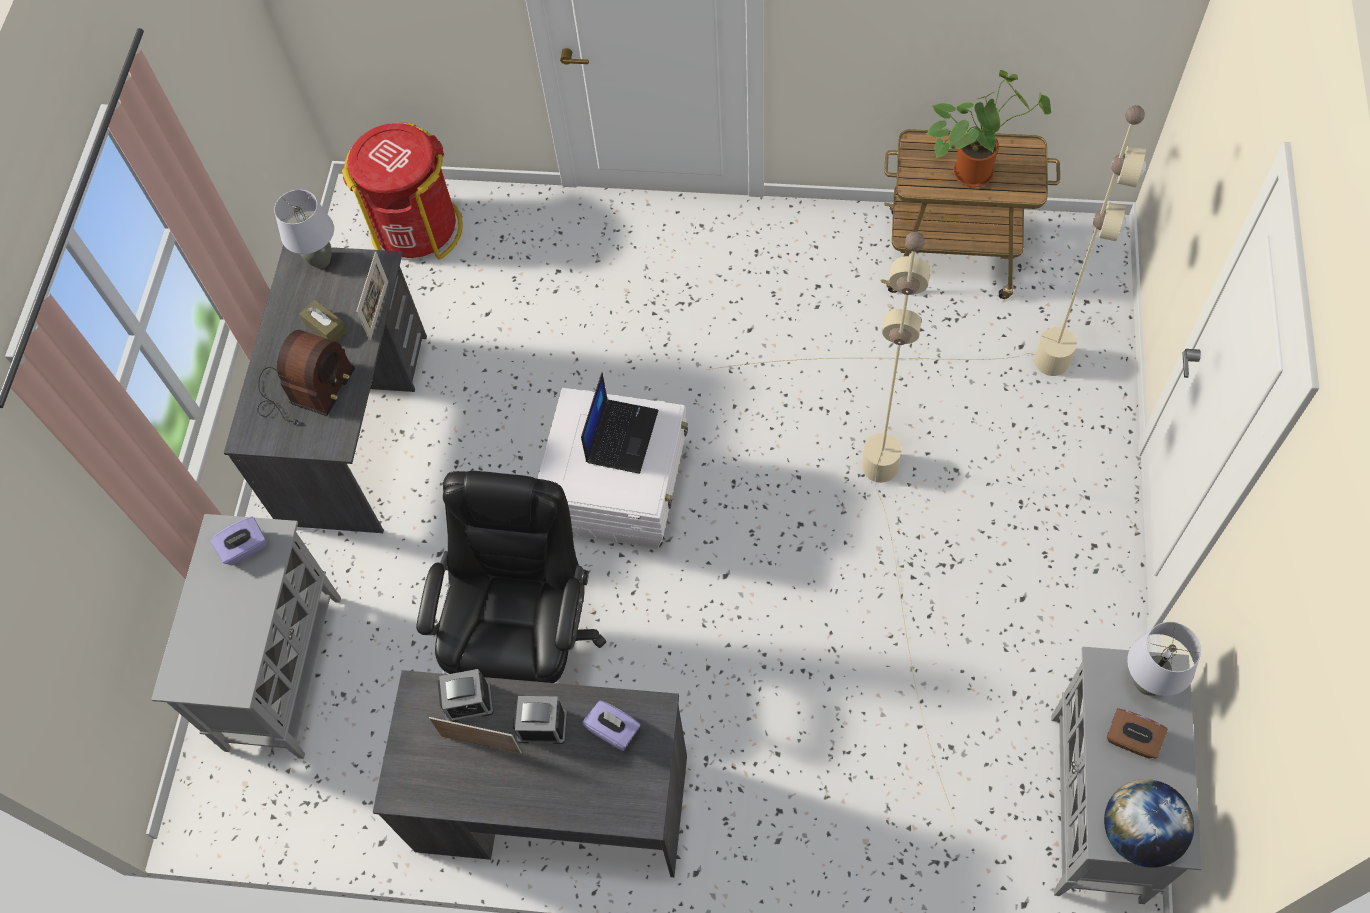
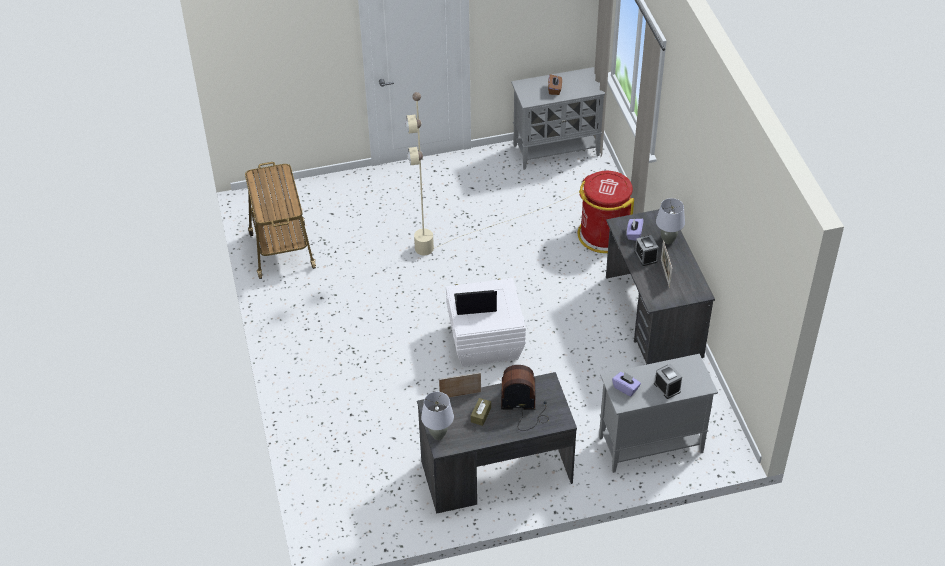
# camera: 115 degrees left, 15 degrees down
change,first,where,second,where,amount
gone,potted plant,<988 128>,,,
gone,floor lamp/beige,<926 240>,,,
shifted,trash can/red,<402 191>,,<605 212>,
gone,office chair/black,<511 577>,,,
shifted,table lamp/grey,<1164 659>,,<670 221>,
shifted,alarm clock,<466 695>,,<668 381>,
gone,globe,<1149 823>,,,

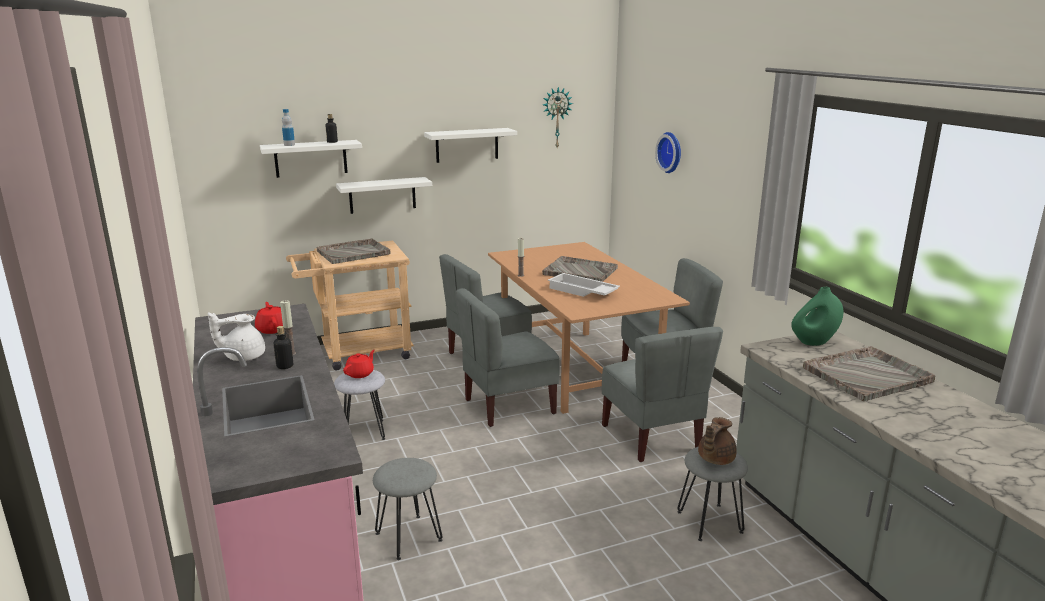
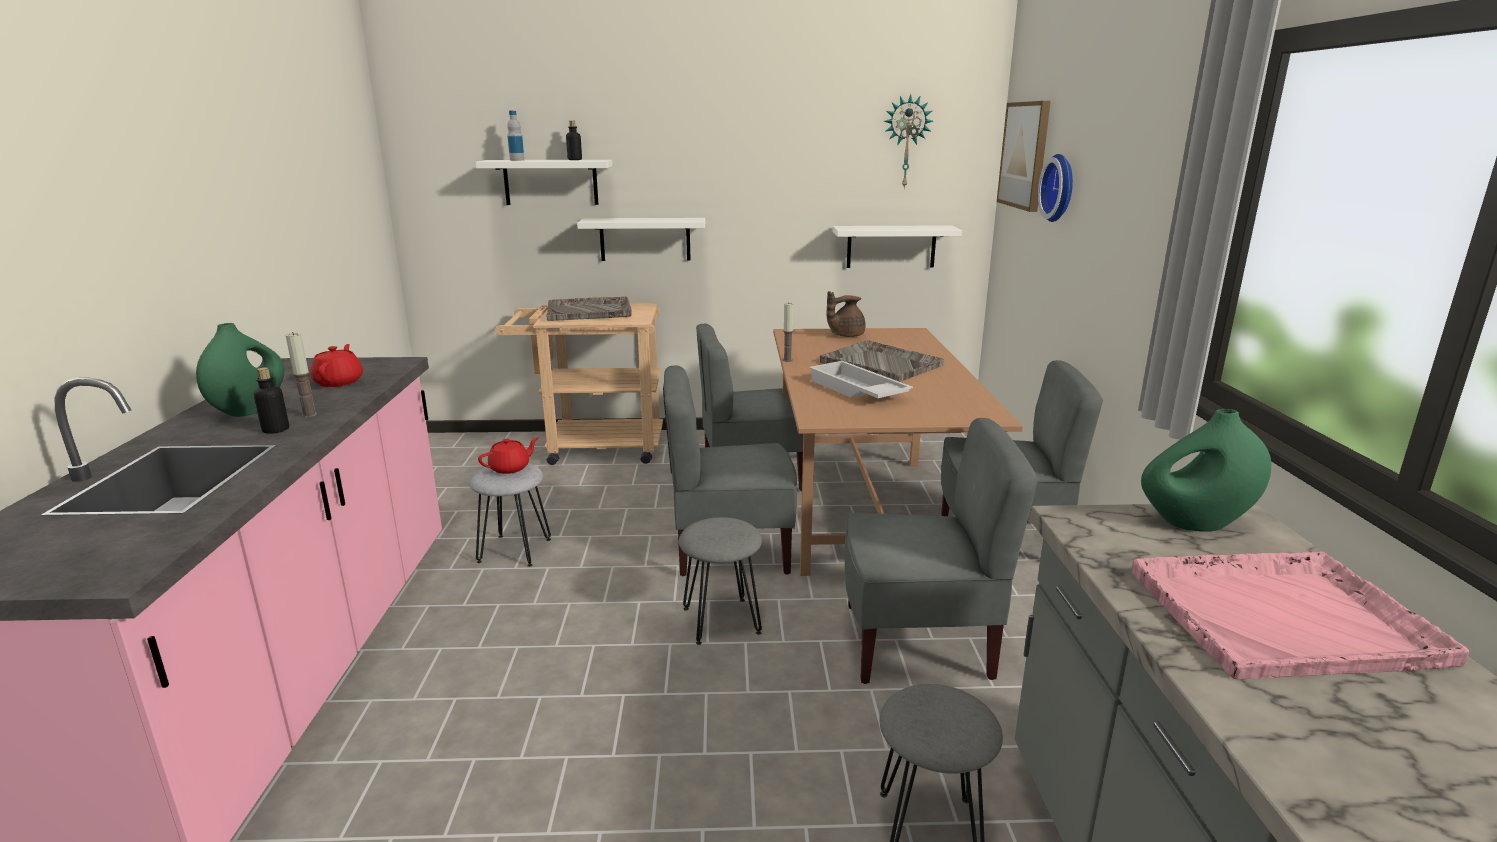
# camera: 20 degrees right, 0 degrees up
change,first,where,second,where,amount
shifted,shelf/white,<470 145>,,<897 246>,
swapped,teapot/white,<236 336>,vase/green,<240 370>,
rotated,chair/grey,<662 394>,,<941 551>,90 degrees counterclockwise
repainted,tray/grey,<869 373>,tray/pink,<1300 615>,
shifted,teapot/brown,<717 441>,,<846 314>,
shifted,stool/grey,<408 509>,,<720 581>,
new,,,picture,<1024 156>,

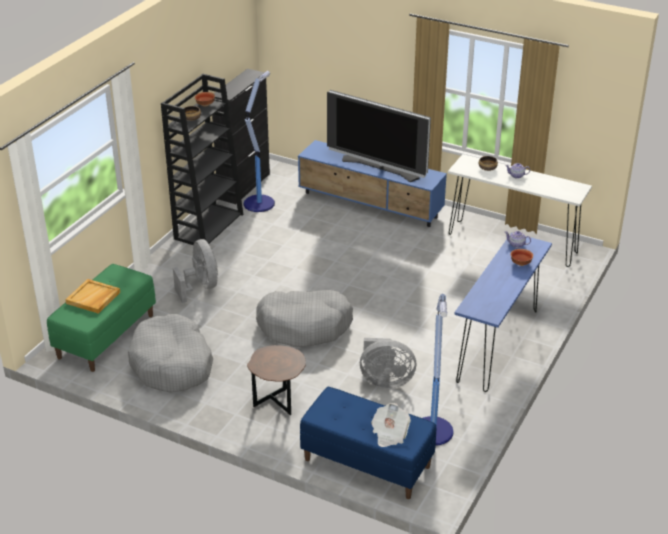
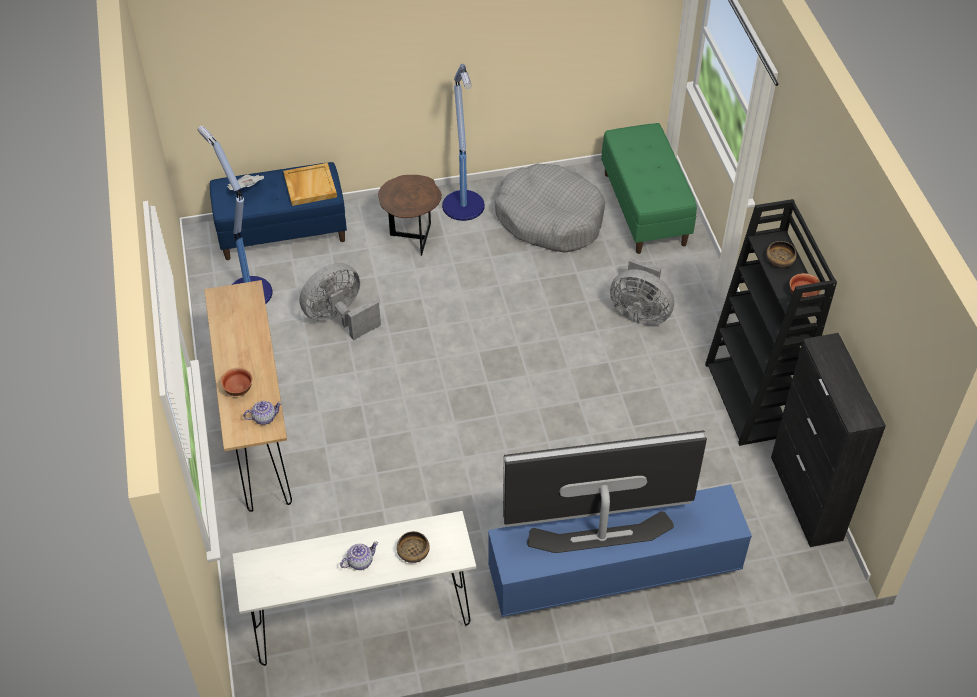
# camera: 140 degrees right, 15 degrees up
change,first,where,second,where,amount
shifted,floor lamp,<259 141>,,<463 142>,
repainted,console table/blue,<503 312>,console table/brown,<248 396>,
shifted,tray/beige,<92 296>,,<310 184>,
gone,dog bed/grey,<304 318>,,,

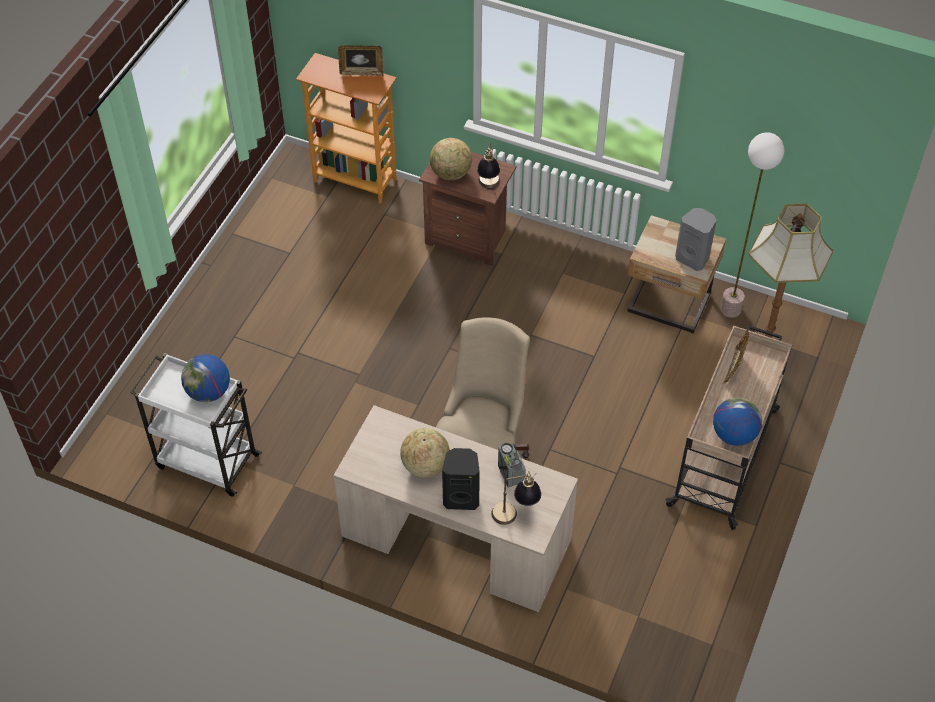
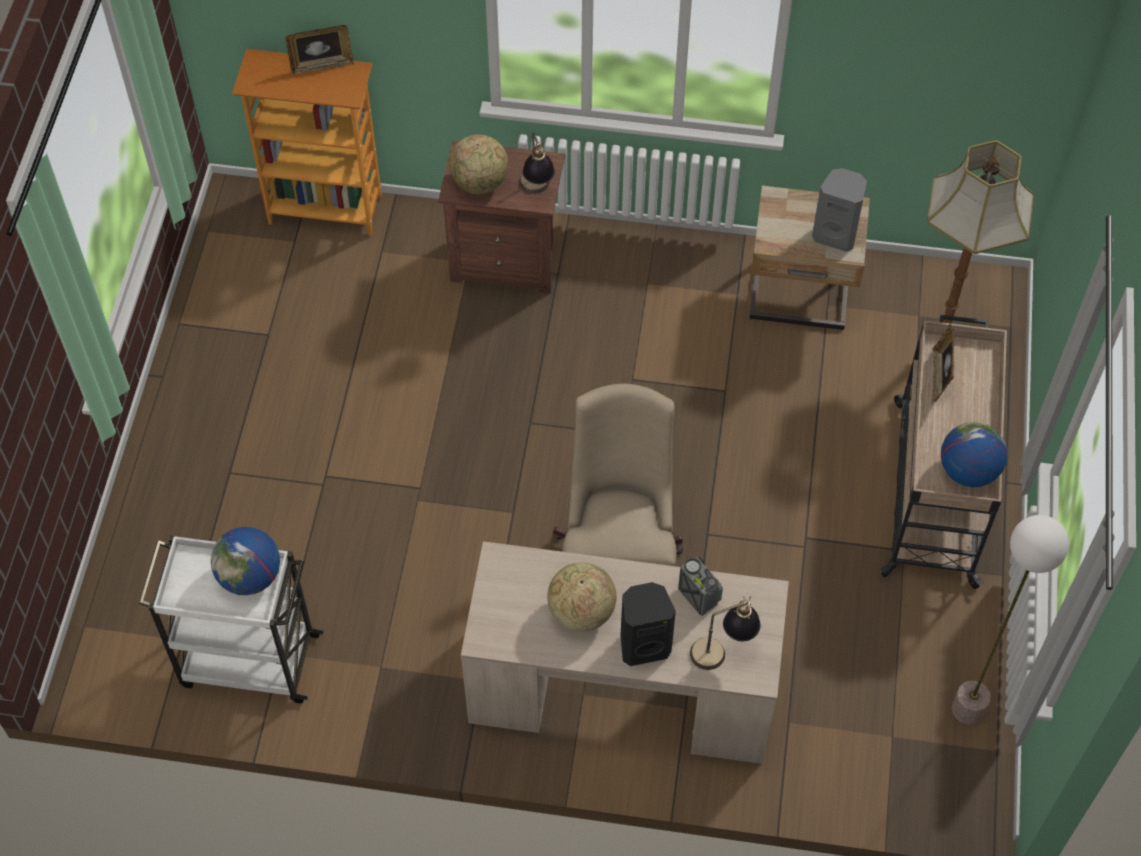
# camera: 15 degrees left, 5 degrees up
change,first,where,second,where,amount
shifted,floor lamp,<752 225>,,<1010 620>,

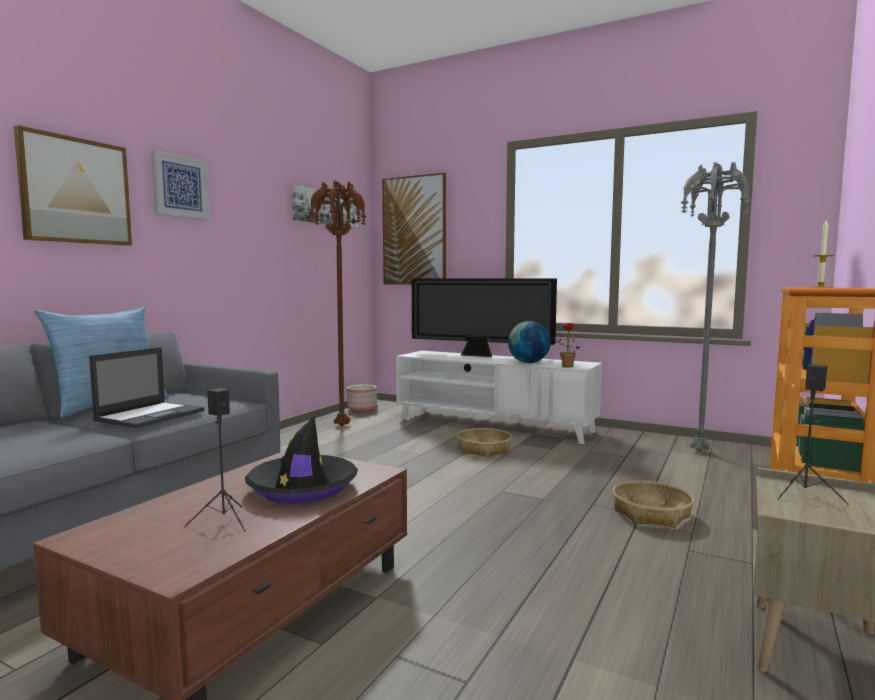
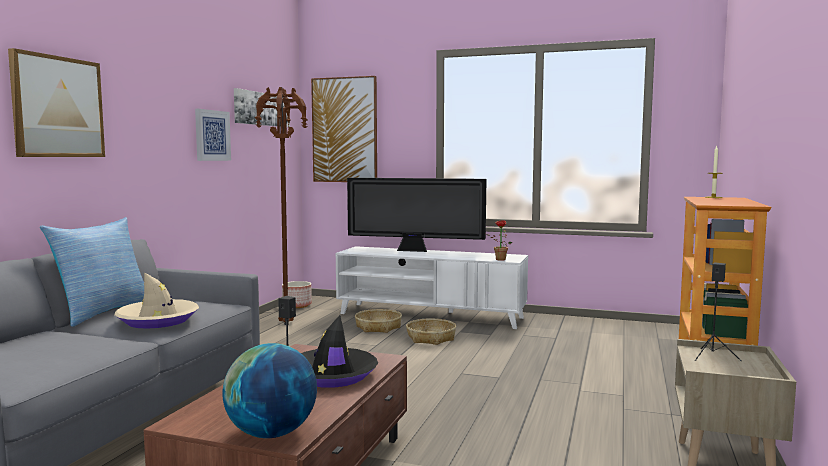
# camera: 10 degrees left, 0 degrees up
change,first,where,second,where,amount
shifted,picture,<180 184>,,<213 135>,
gone,floor lamp/grey,<716 306>,,,
shifted,globe,<529 342>,,<270 390>,
swapped,laptop,<147 387>,hat/beige,<156 300>,
shifted,basket,<653 504>,,<378 321>,

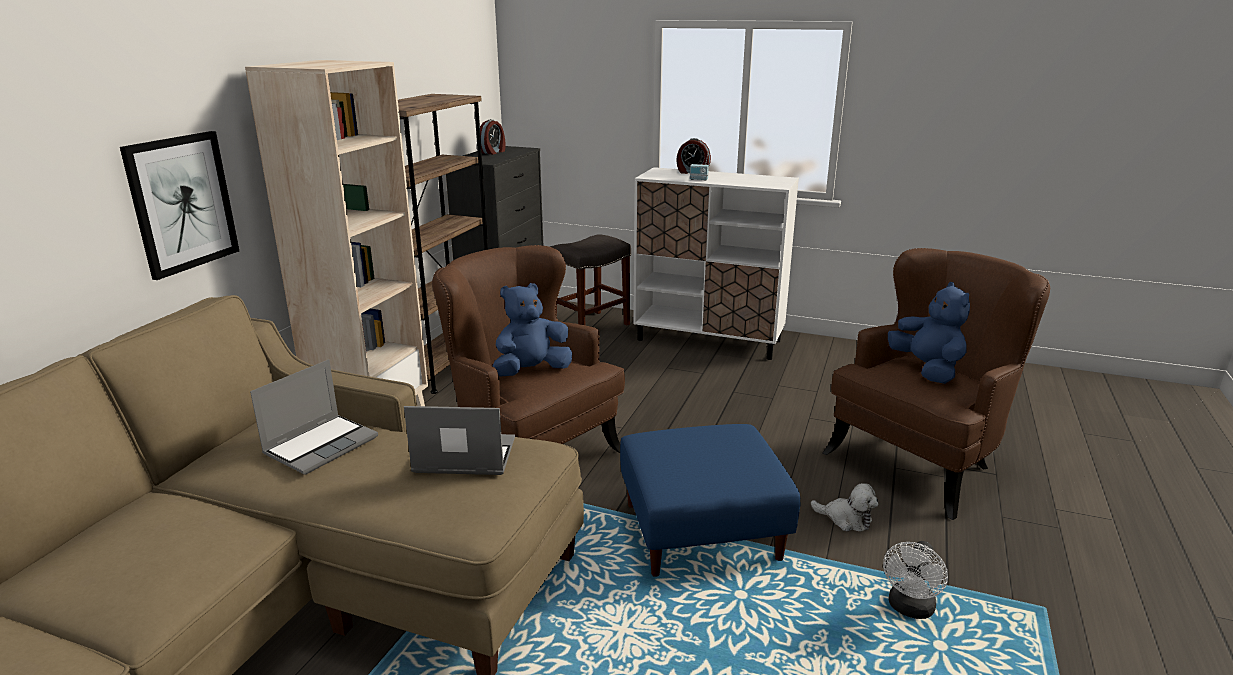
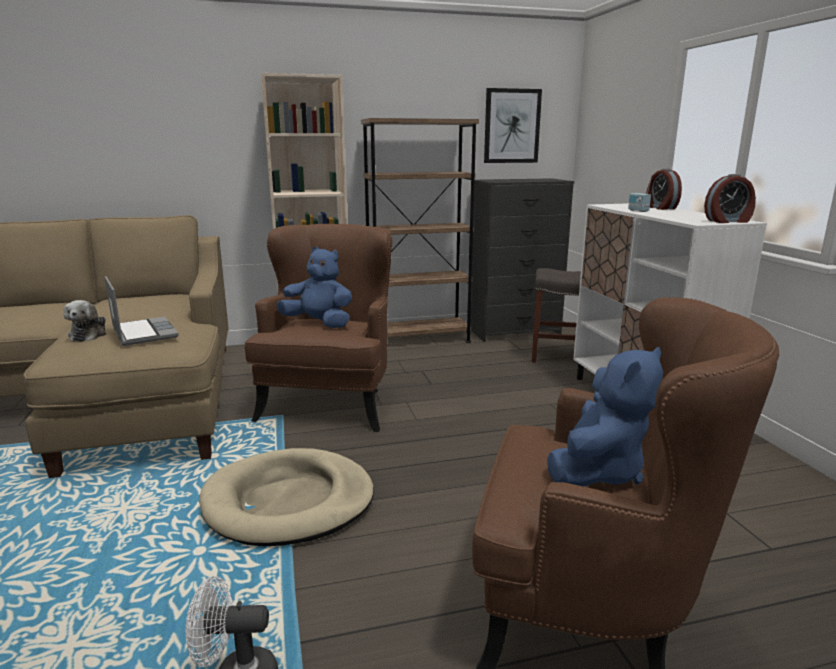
# camera: 55 degrees right, 5 degrees down
change,first,where,second,where,amount
shifted,alarm clock,<493 136>,,<730 198>,
shifted,picture,<179 205>,,<513 125>,
gone,laptop,<314 417>,,,
swapped,ottoman/blue,<710 500>,dog bed/beige,<286 497>,
shifted,plush toy,<845 507>,,<84 321>,

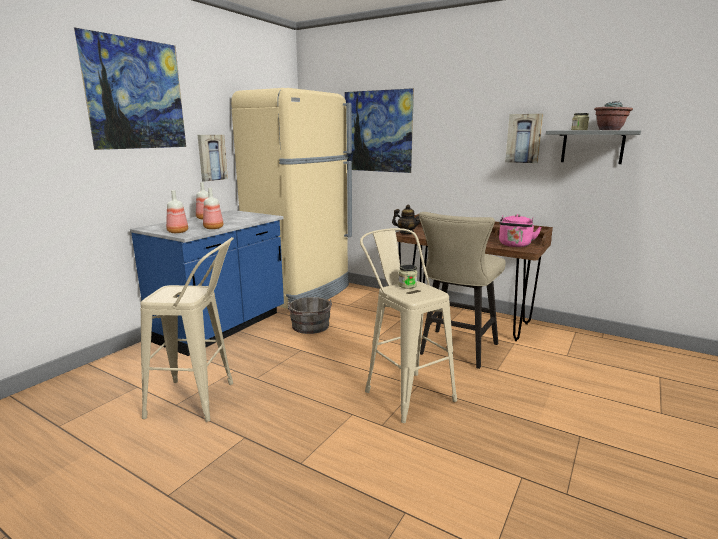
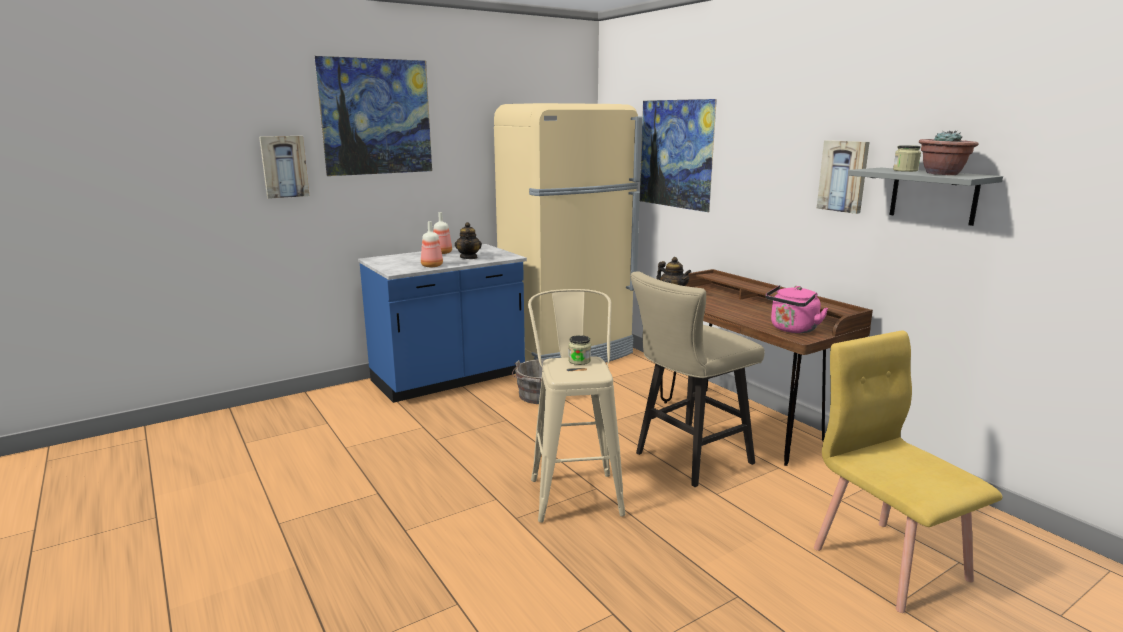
# camera: 25 degrees right, 0 degrees up
change,first,where,second,where,amount
shifted,picture,<213 158>,,<284 167>,
gone,bottle,<177 211>,,,
gone,stool/beige,<187 329>,,,
new,,,teapot,<468 240>,
new,,,chair/yellow,<908 471>,

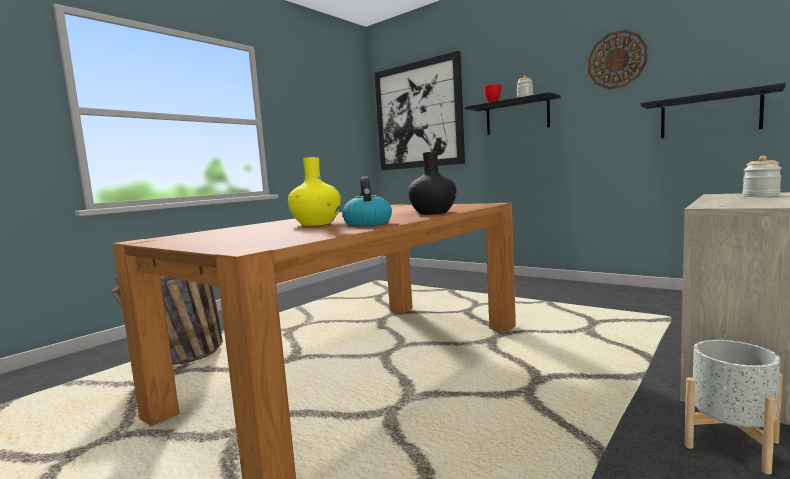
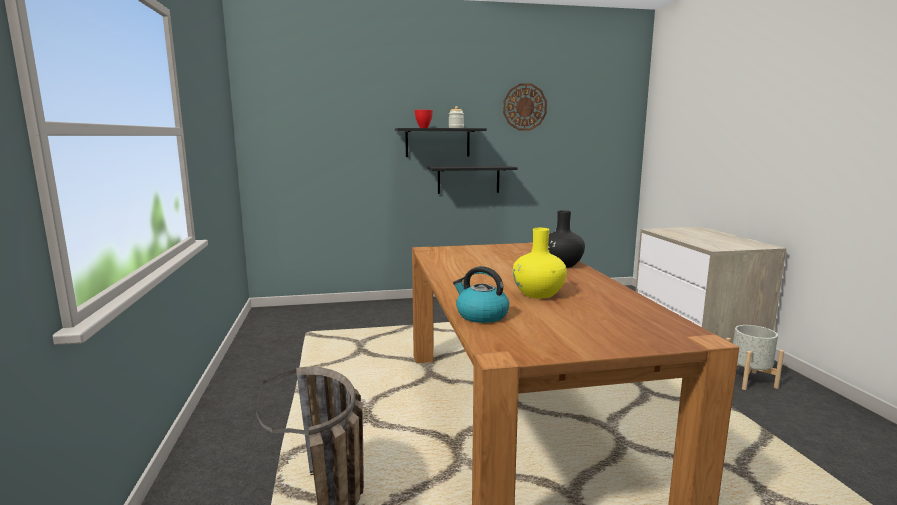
# camera: 50 degrees left, 5 degrees up
change,first,where,second,where,amount
gone,picture,<419 110>,,,
shifted,shelf/black,<713 110>,,<473 180>,
gone,jar,<762 176>,,,
shifted,kettle,<367 201>,,<481 294>,

